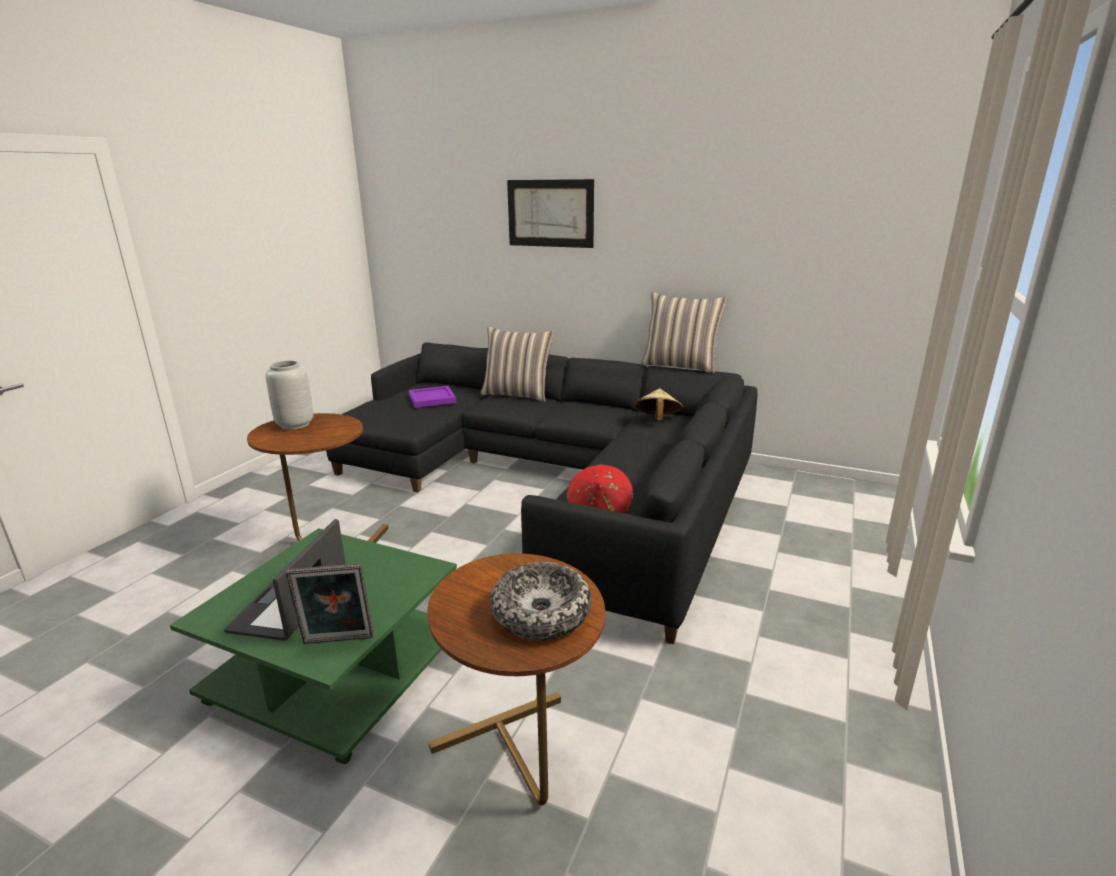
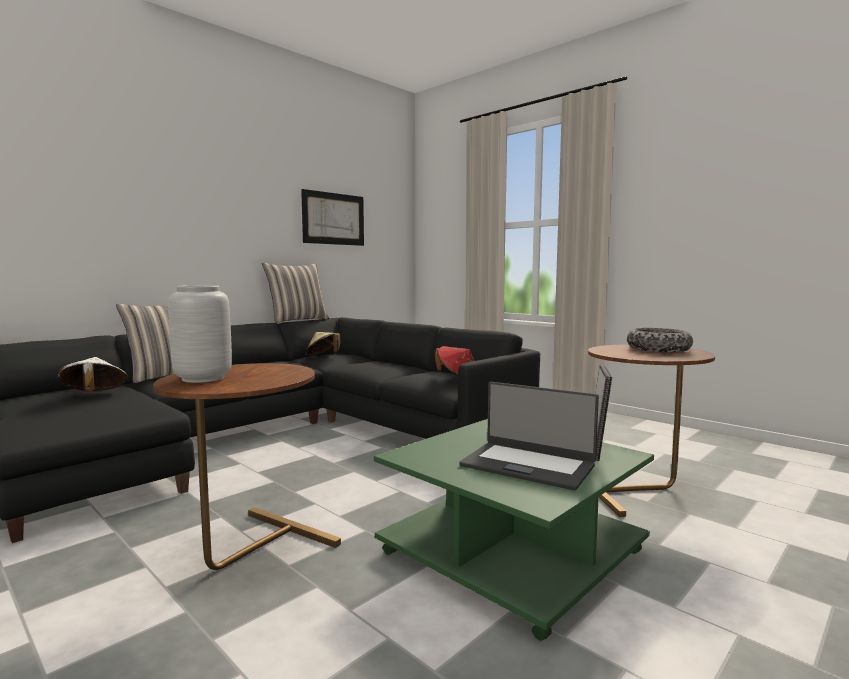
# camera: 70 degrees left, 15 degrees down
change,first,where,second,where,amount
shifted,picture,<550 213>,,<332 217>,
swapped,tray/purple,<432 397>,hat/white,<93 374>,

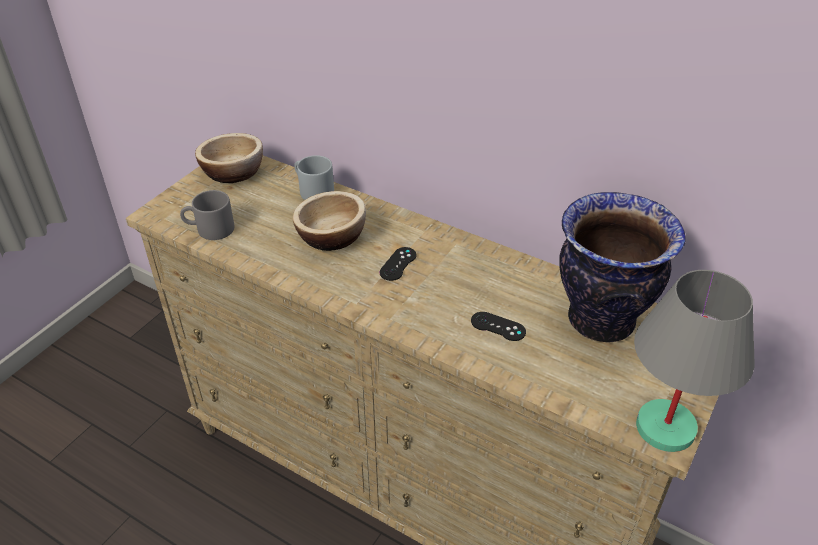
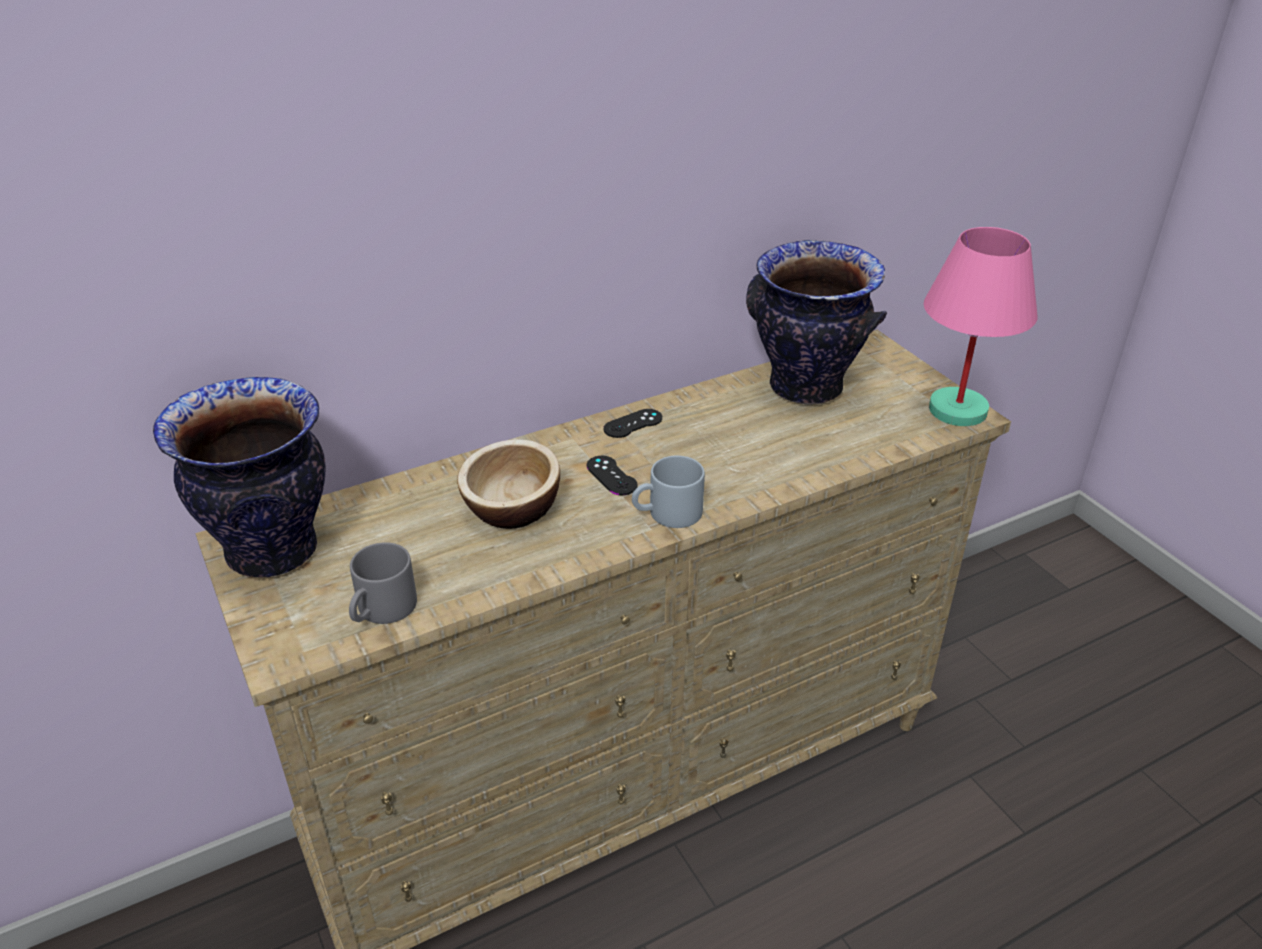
# camera: 60 degrees left, 5 degrees down
change,first,where,second,where,amount
swapped,bowl,<229 158>,vase,<239 477>,
shifted,mug/grey,<314 177>,,<668 491>,
repainted,table lamp/grey,<694 361>,table lamp/pink,<980 326>,
shifted,game controller/black,<498 326>,,<633 423>,

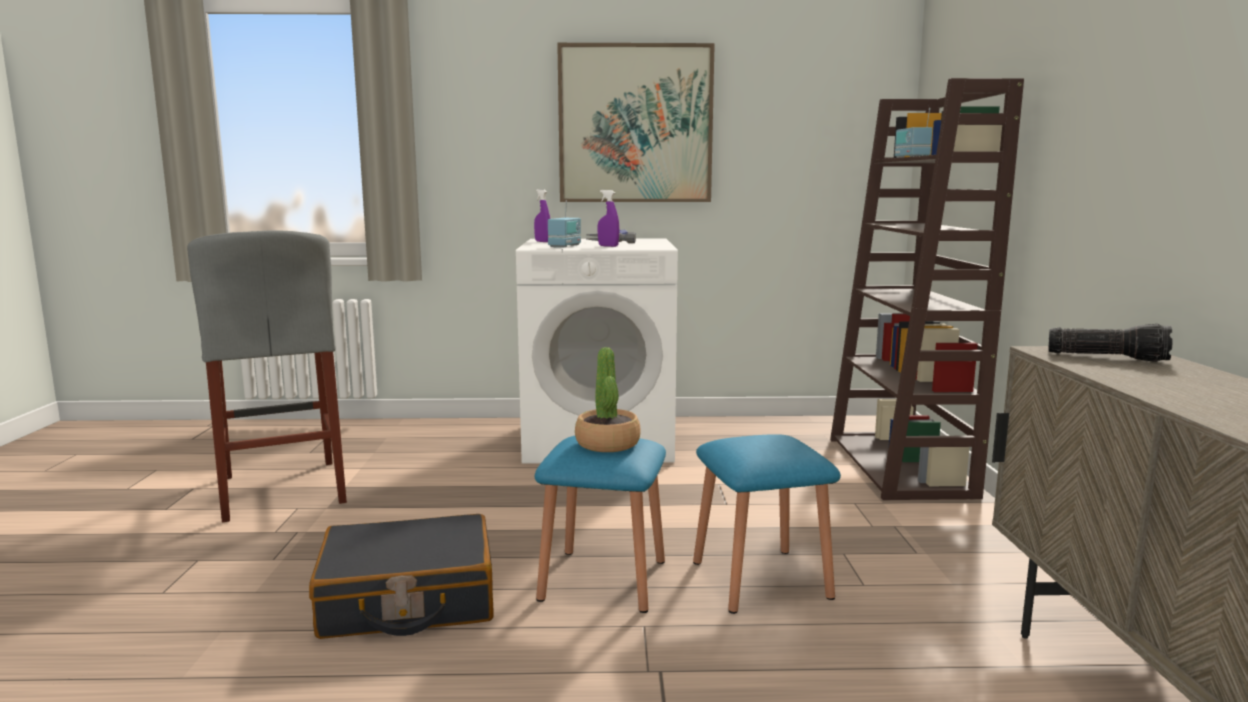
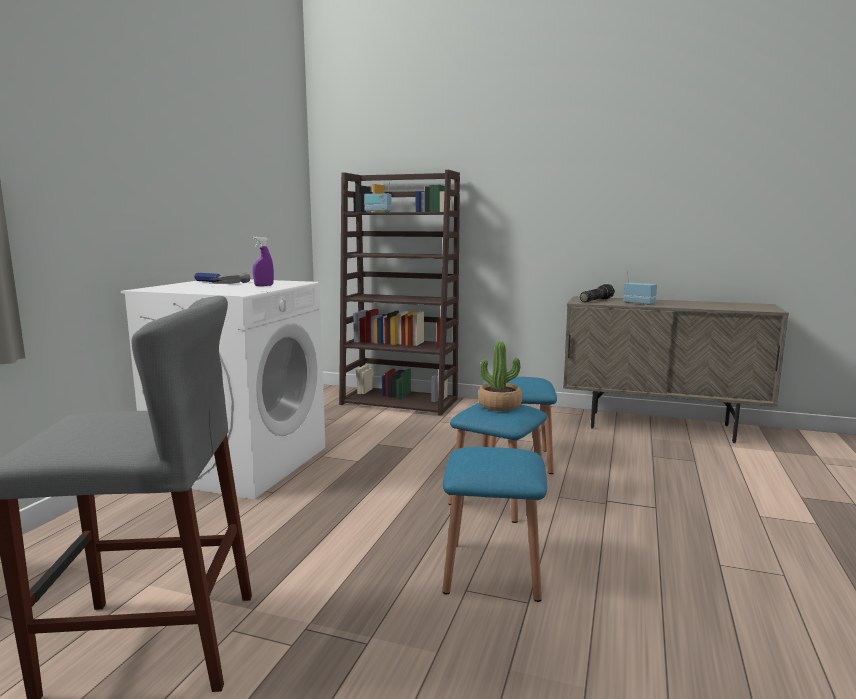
# camera: 70 degrees left, 0 degrees up
change,first,where,second,where,amount
gone,picture,<636 122>,,,
gone,spray bottle/purple,<542 215>,,,
shifted,radio,<564 224>,,<640 287>,
swapped,suitcase/black,<401 576>,stool/blue,<494 524>,

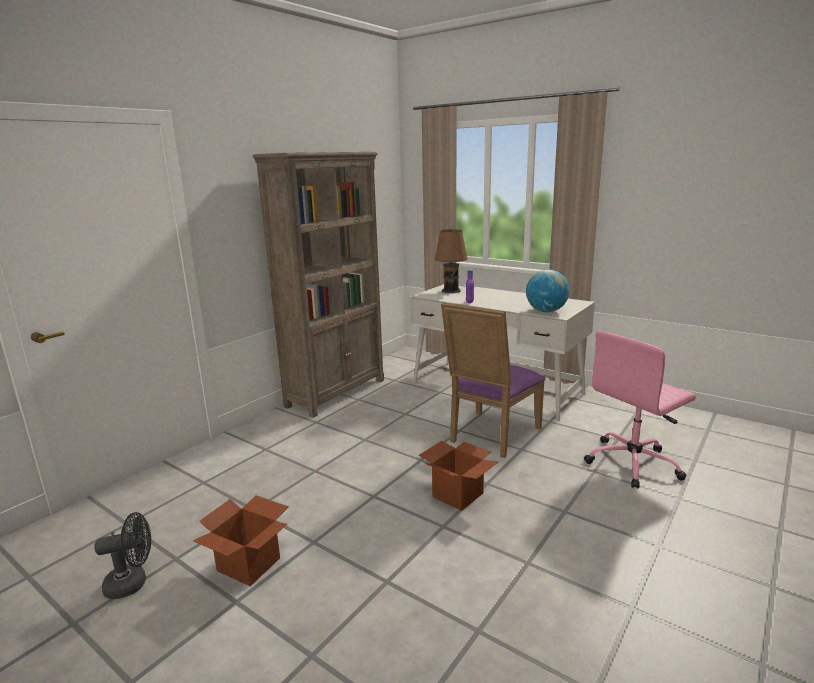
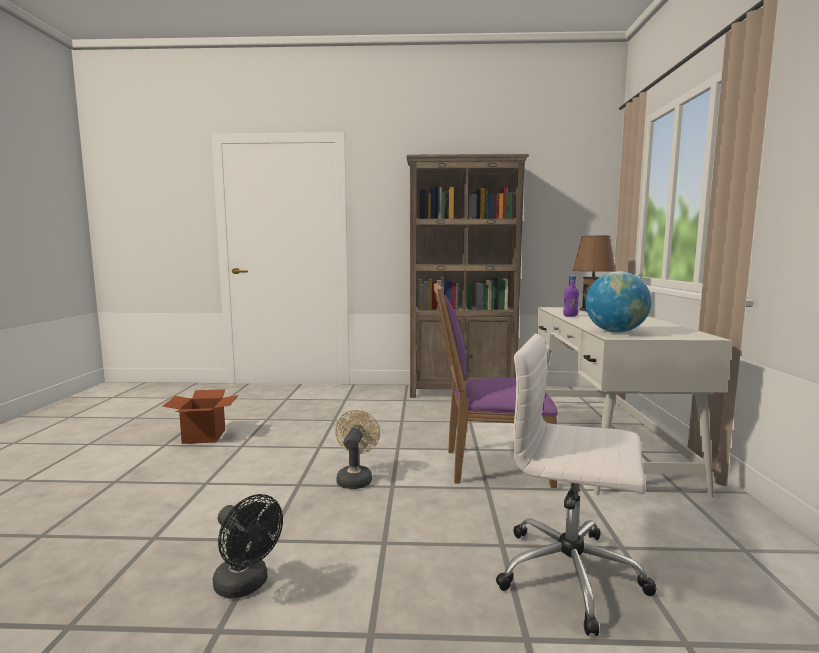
# camera: 55 degrees right, 10 degrees down
change,first,where,second,where,amount
repainted,office chair/pink,<640 410>,office chair/white,<576 484>,
swapped,cardboard box,<458 476>,fan/beige,<357 449>,
shifted,fan/black,<122 555>,,<248 546>,

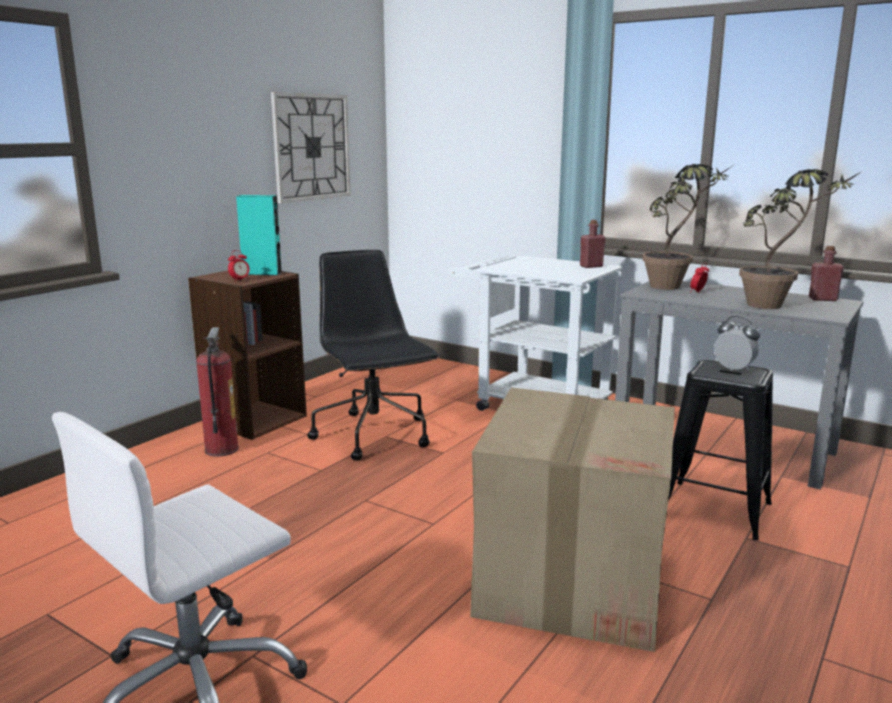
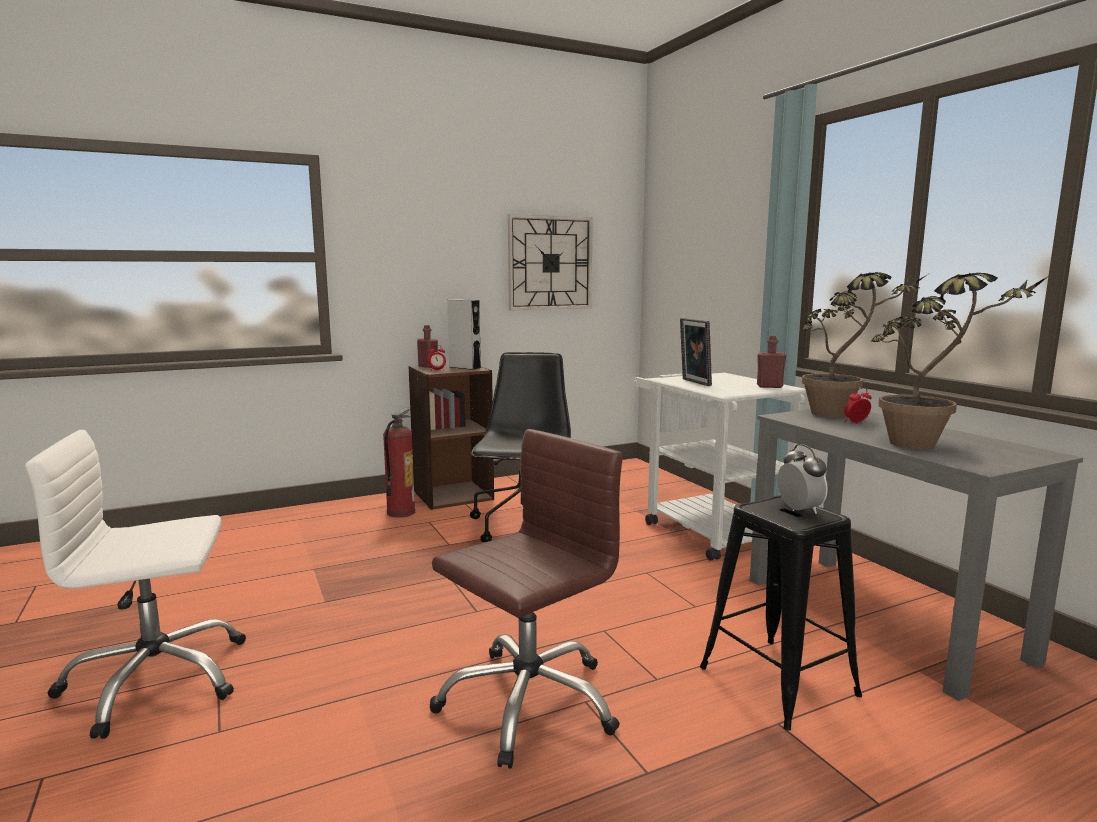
# camera: 30 degrees right, 5 degrees down
change,first,where,second,where,amount
repainted,speaker/turquoise,<259 235>,speaker/grey,<464 334>,
shifted,bottle/red,<826 273>,,<427 346>,
swapped,cardboard box,<572 519>,office chair/brown,<526 599>,
new,,,picture frame,<696 352>,

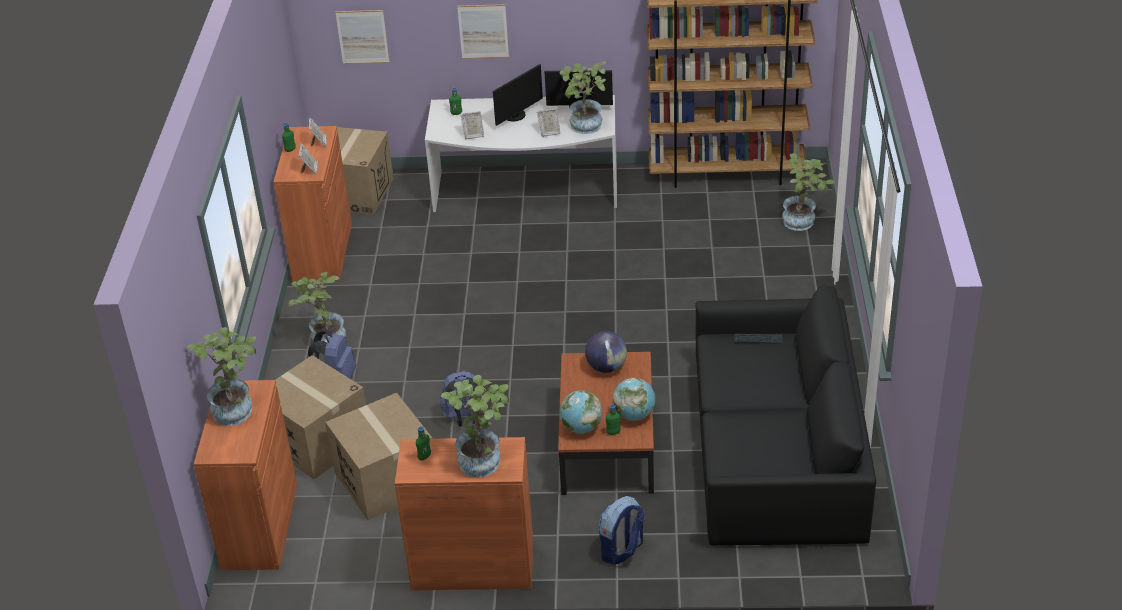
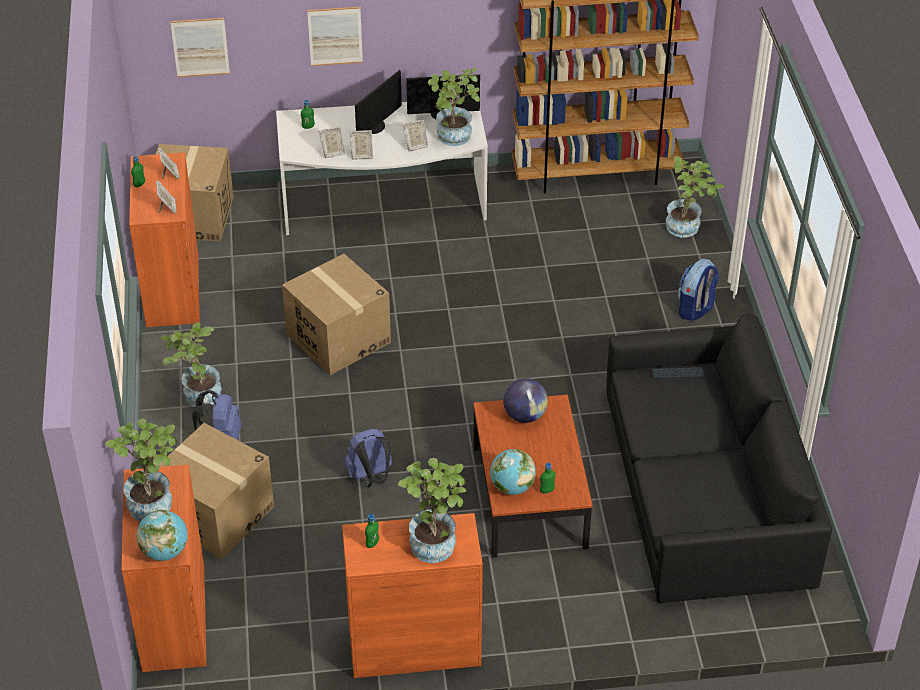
# camera: 10 degrees left, 5 degrees up
change,first,where,second,where,amount
shifted,globe,<634 399>,,<162 535>,
shifted,cardboard box,<378 456>,,<336 314>,
shifted,backpack,<621 530>,,<698 290>,
new,,,picture frame,<361 144>,

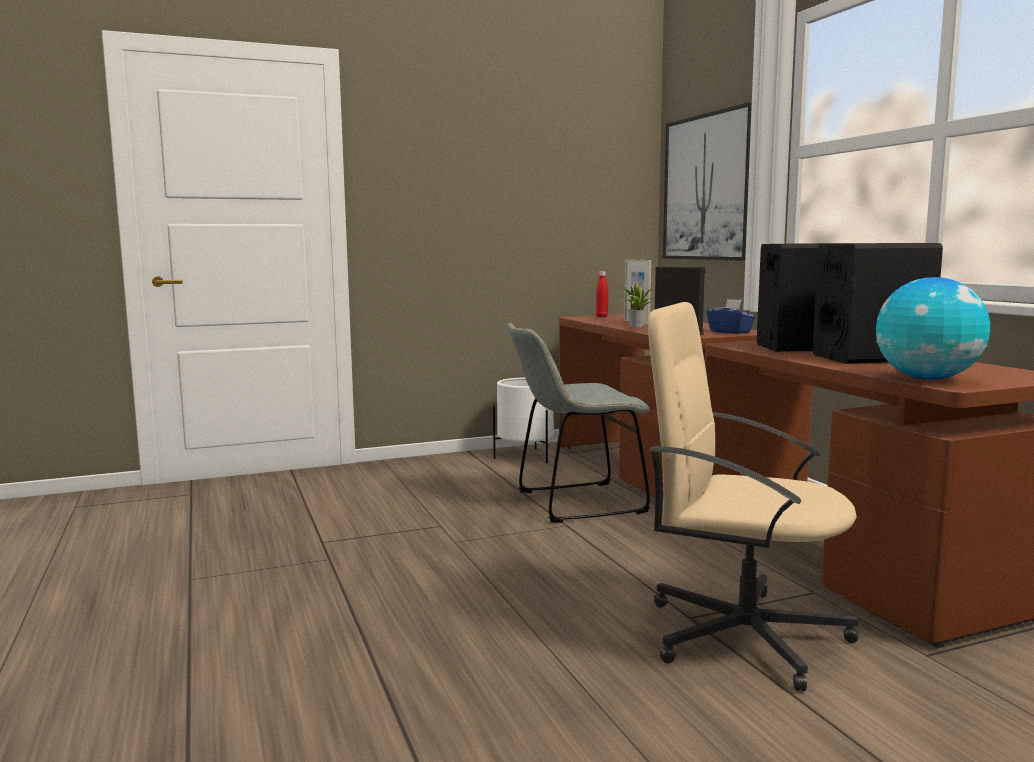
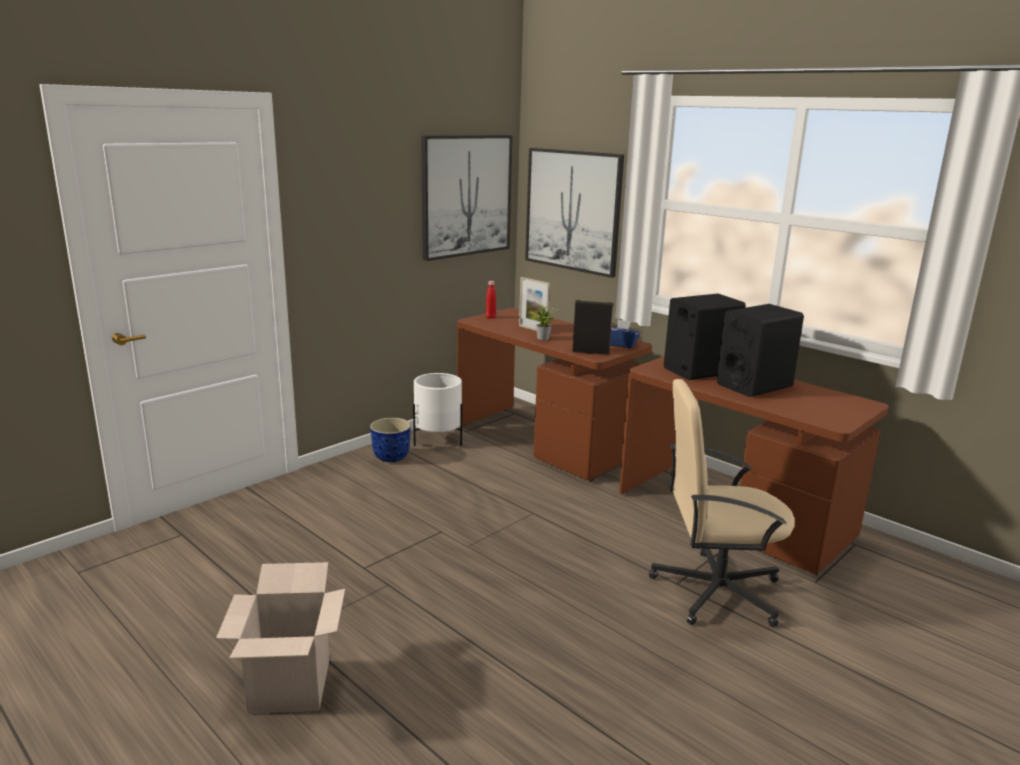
# camera: 25 degrees left, 10 degrees up
change,first,where,second,where,amount
gone,globe,<932 328>,,,
gone,chair/grey,<578 423>,,,
new,,,picture,<466 198>,
new,,,planter,<390 440>,
new,,,cardboard box,<280 638>,

